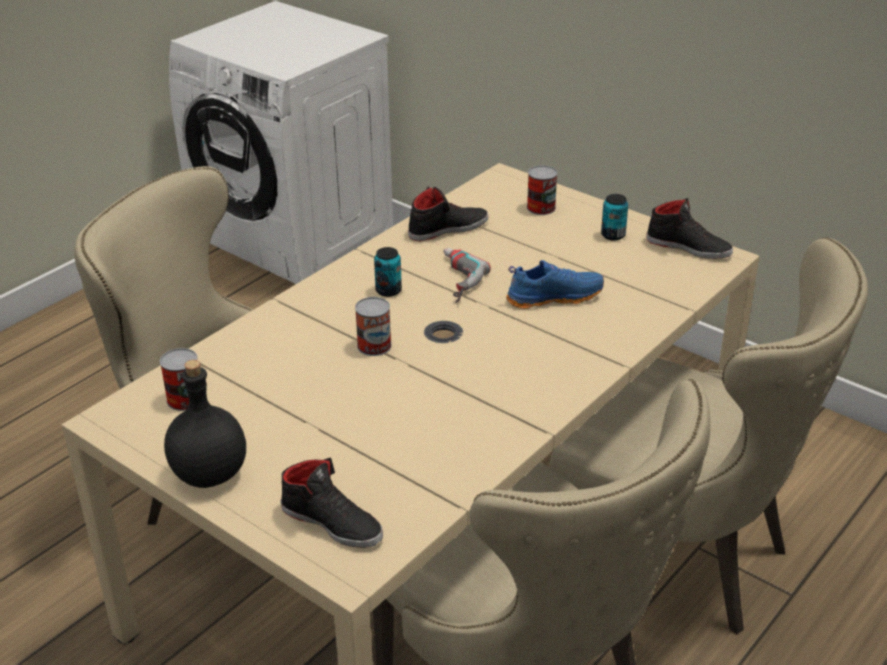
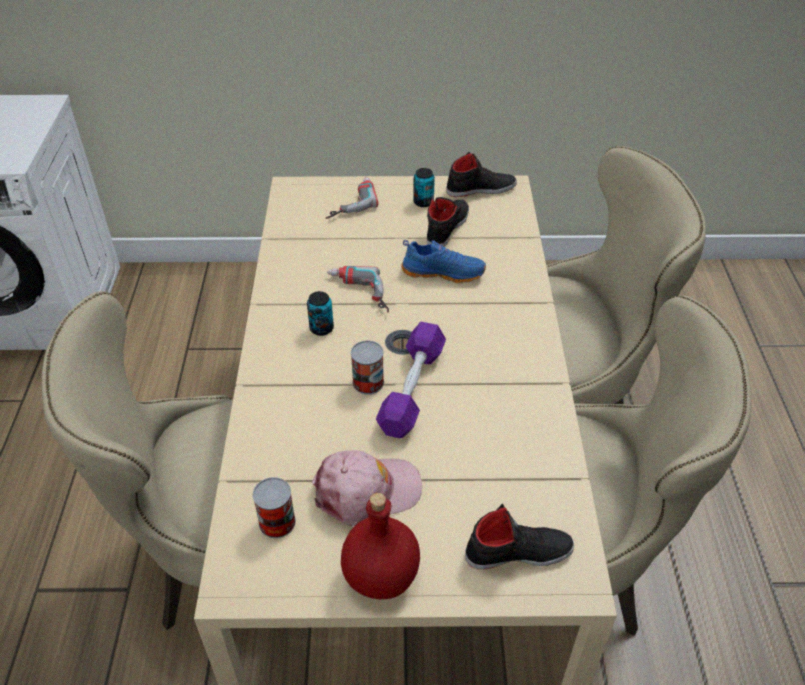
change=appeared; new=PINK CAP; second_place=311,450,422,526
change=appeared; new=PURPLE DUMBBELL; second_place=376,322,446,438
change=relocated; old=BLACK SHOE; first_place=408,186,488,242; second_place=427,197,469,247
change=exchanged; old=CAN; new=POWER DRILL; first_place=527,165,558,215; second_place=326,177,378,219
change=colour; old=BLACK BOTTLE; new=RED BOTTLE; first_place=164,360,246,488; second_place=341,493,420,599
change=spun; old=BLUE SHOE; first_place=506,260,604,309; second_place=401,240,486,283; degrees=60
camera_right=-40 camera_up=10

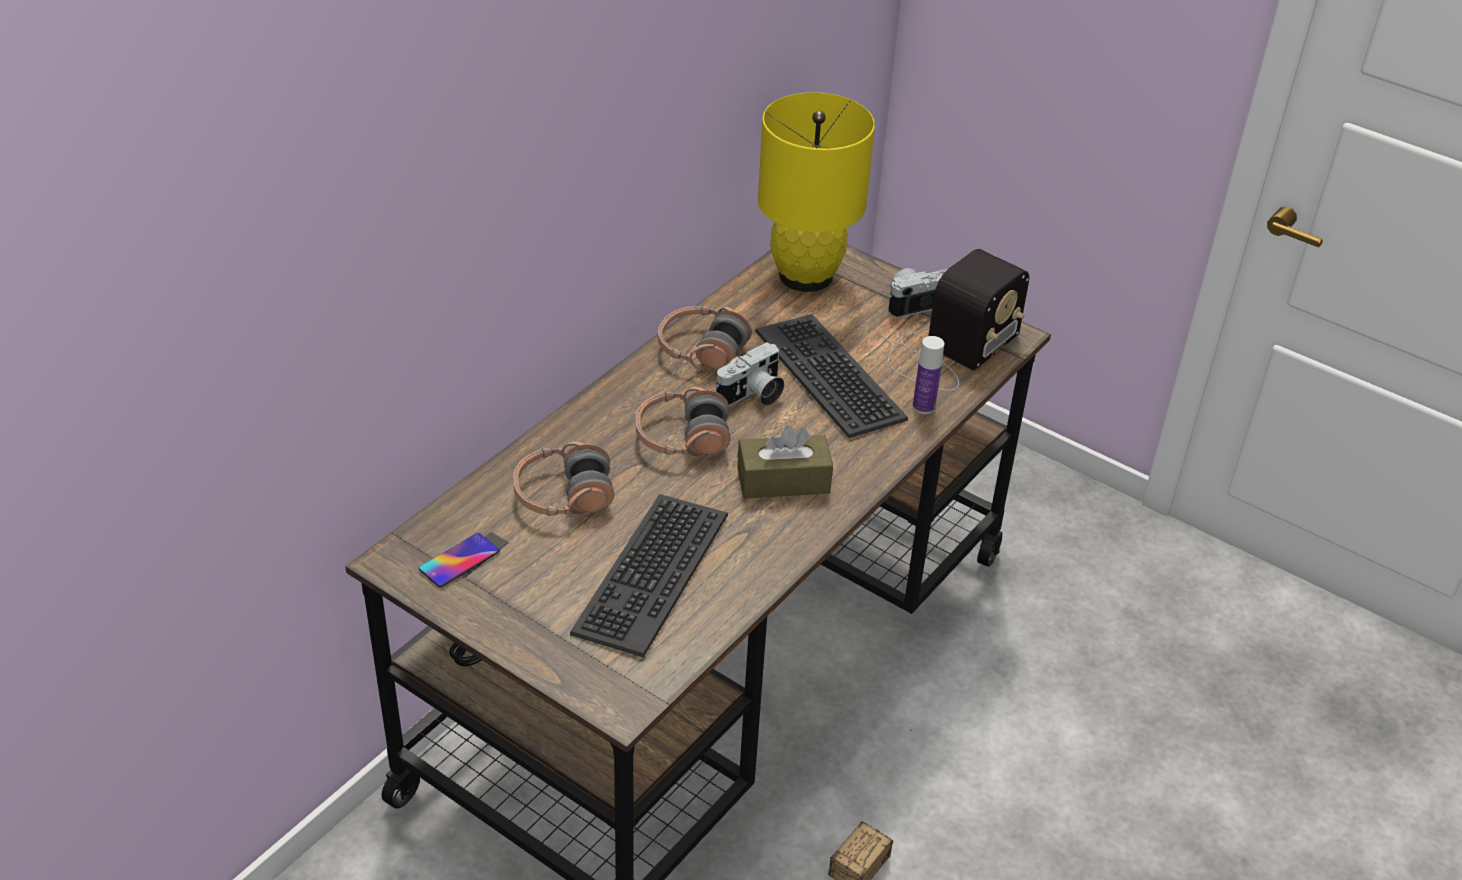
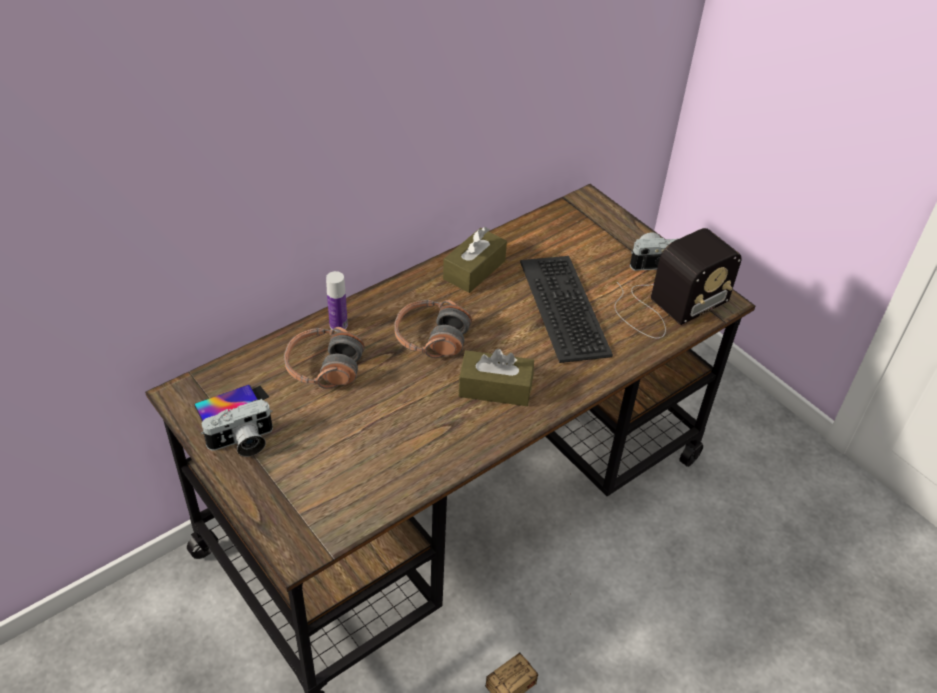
change=missing; old=KEYBOARD; first_place=570,494,728,657
change=missing; old=YELLOW TABLE LAMP; first_place=758,92,875,292
change=relocated; old=PHOTO CAMERA; first_place=716,342,784,406; second_place=201,399,273,457
change=relocated; old=BOTTLE; first_place=913,336,944,414; second_place=326,271,348,332
change=exchanged; old=HEADPHONES; new=BROWN TISSUE BOX; first_place=658,306,752,371; second_place=443,227,507,293
camera_right=15 camera_up=5

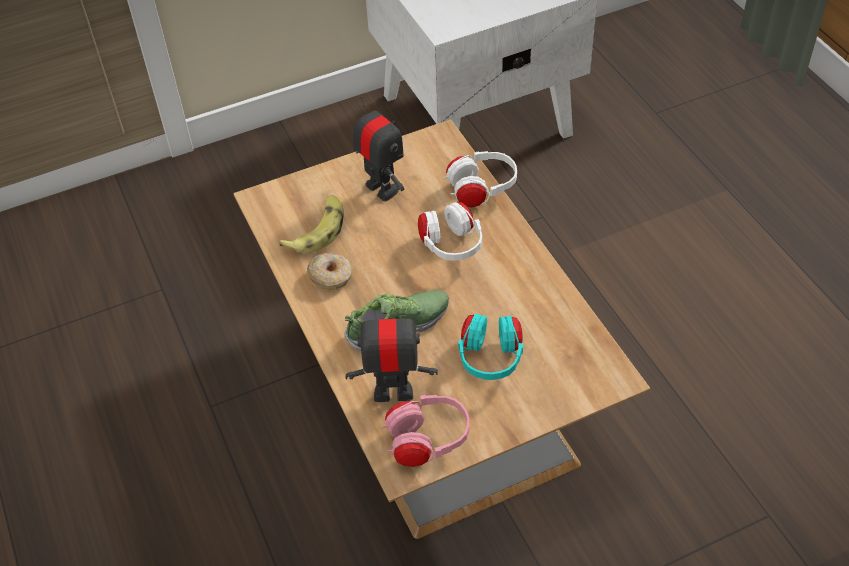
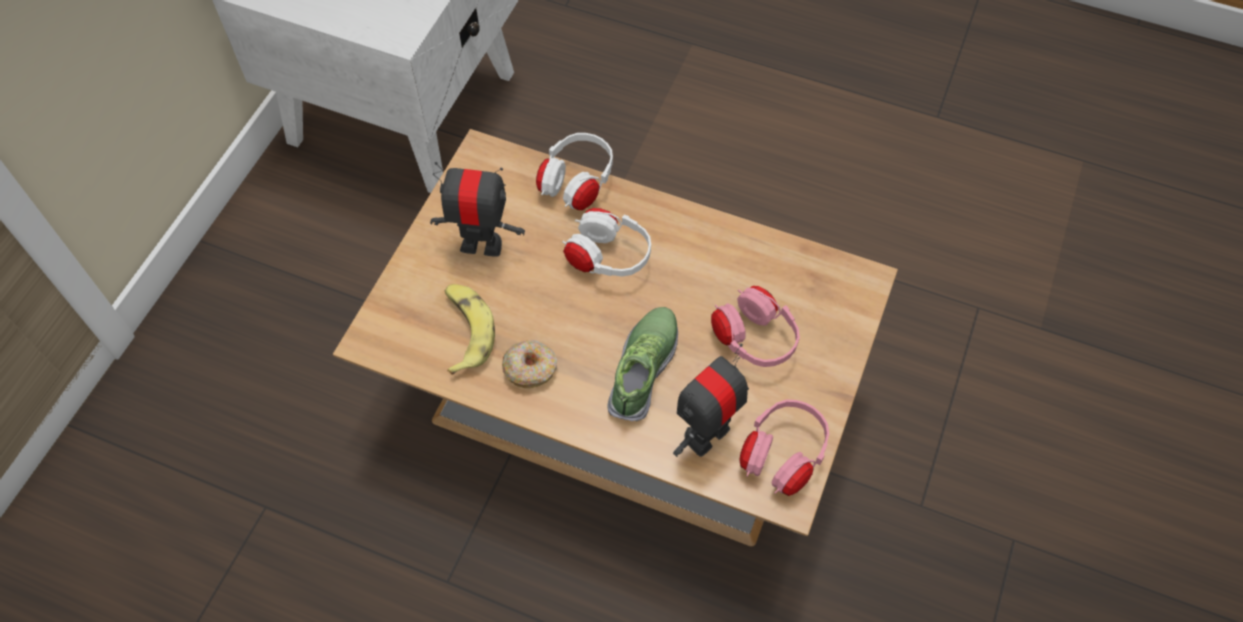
change=colour; old=TURQUOISE HEADPHONES; new=PINK HEADPHONES; first_place=458,314,523,380; second_place=711,286,800,367
camera_right=-45 camera_up=10

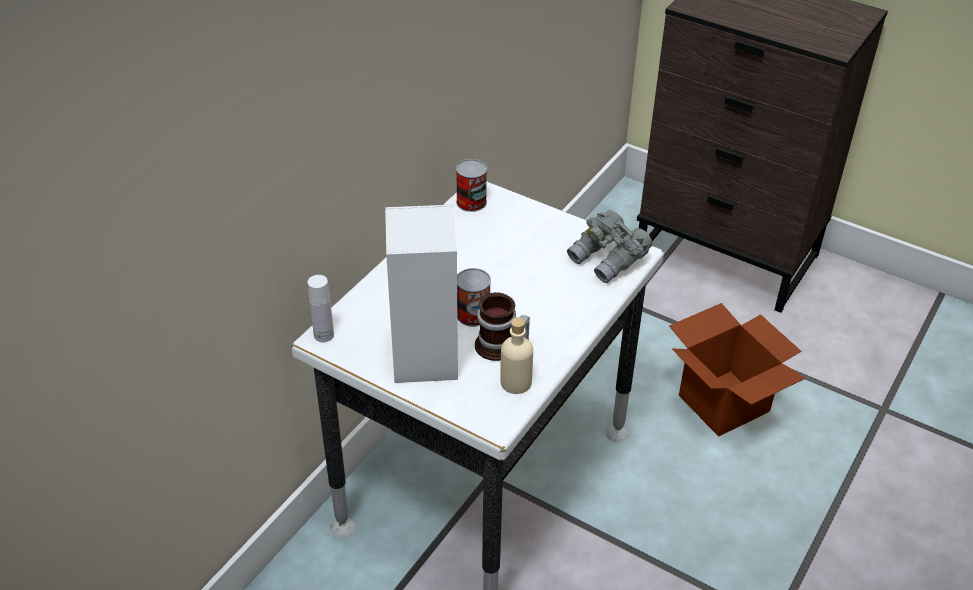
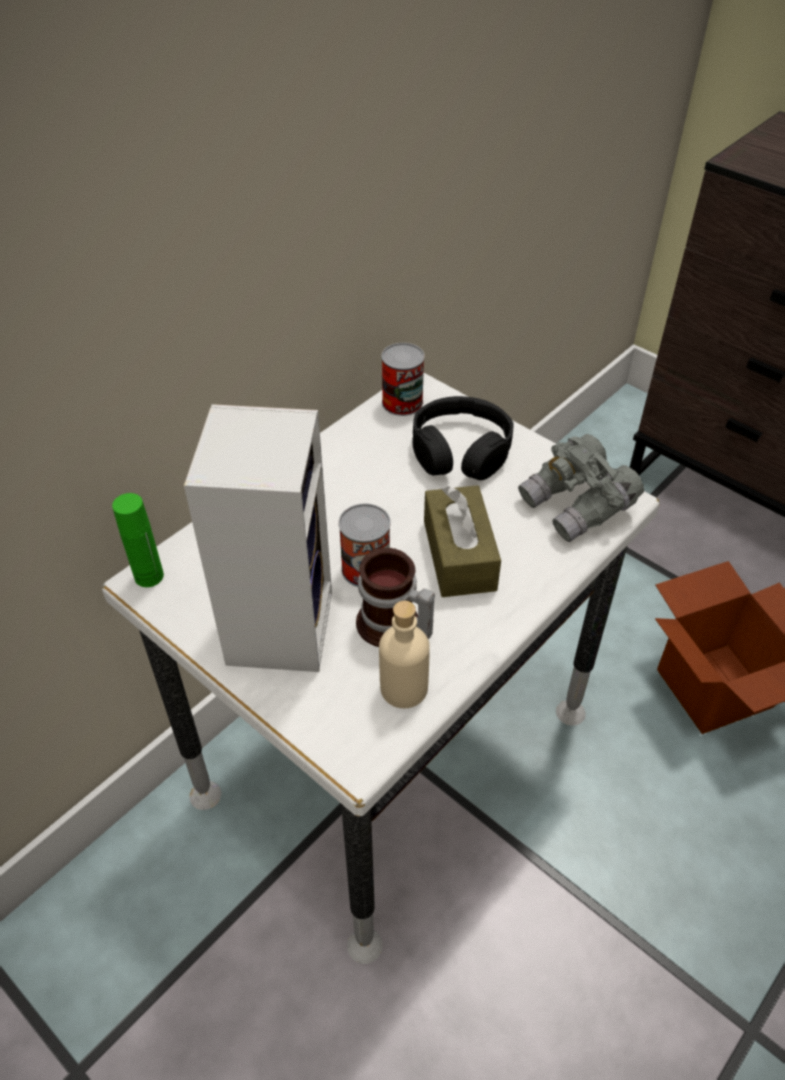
change=appeared; new=BLACK HEADPHONES; second_place=412,396,514,480
change=appeared; new=BROWN TISSUE BOX; second_place=424,485,501,597
change=colour; old=WHITE BOTTLE; new=GREEN BOTTLE; first_place=308,275,334,342; second_place=112,493,164,587
camera_right=10 camera_up=5

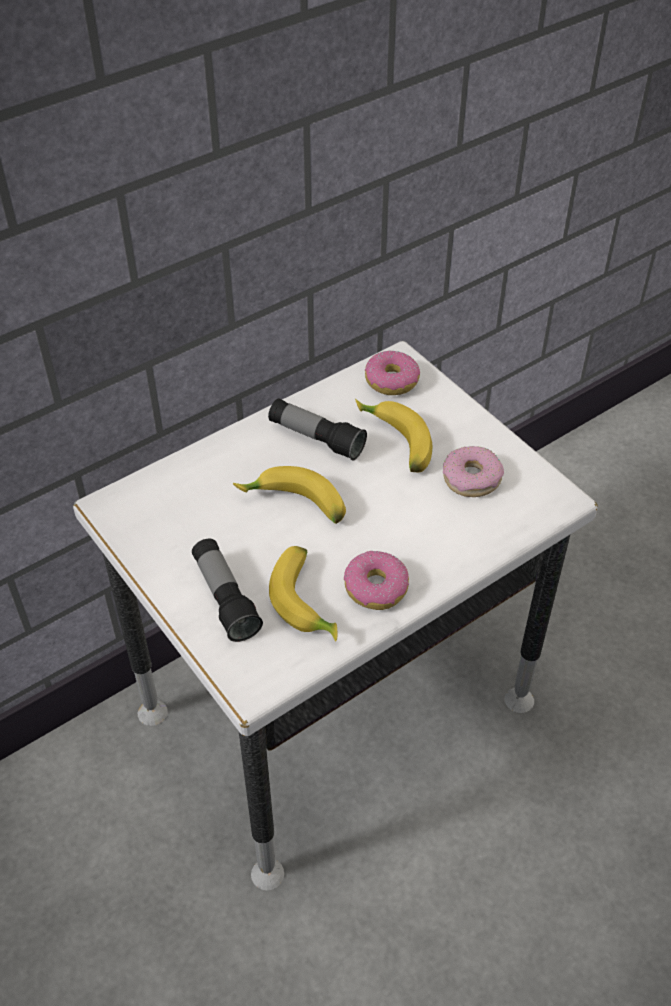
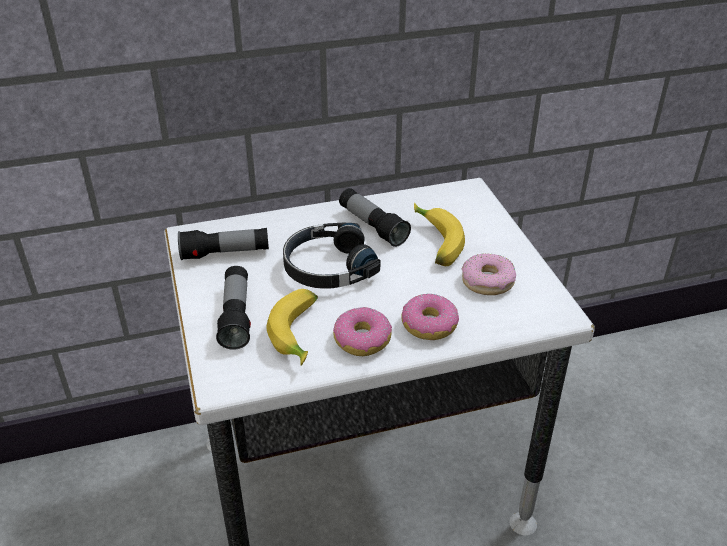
change=appeared; new=FLASHLIGHT; second_place=178,228,269,260
change=relocated; old=DONUT; first_place=365,350,420,395; second_place=402,293,459,340
change=exchanged; old=BANANA; new=BLACK HEADPHONES; first_place=233,466,346,524; second_place=283,223,381,289
camera_right=20 camera_up=-10

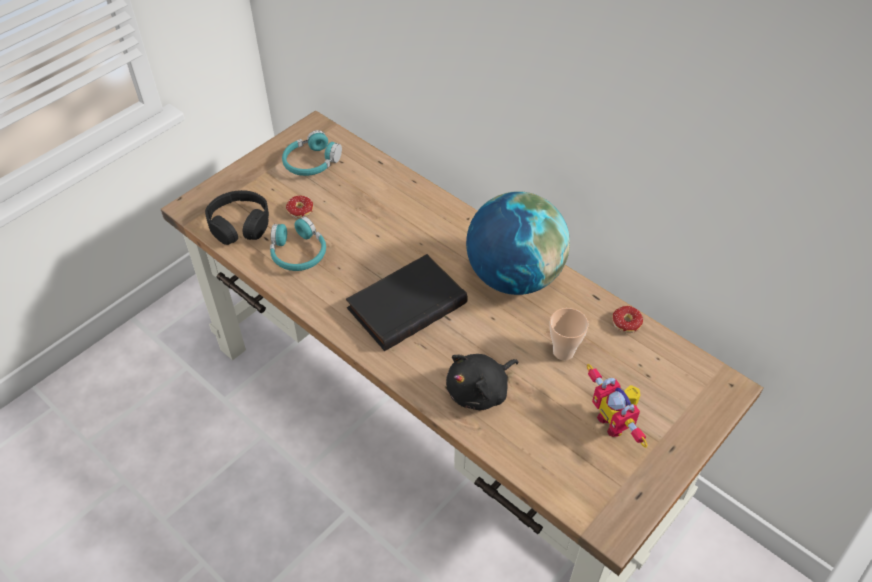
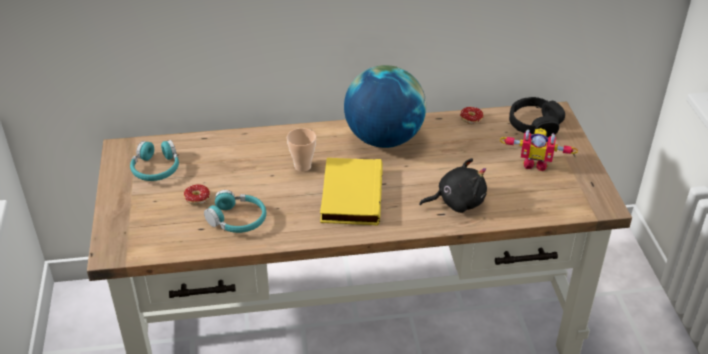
change=relocated; old=BLACK HEADPHONES; first_place=205,190,269,245; second_place=509,97,565,137
change=relocated; old=CUP; first_place=550,308,589,360; second_place=287,128,316,172
change=colour; old=BLACK BOOK; new=YELLOW BOOK; first_place=346,254,468,351; second_place=320,158,383,225
change=spun; old=BLACK PLUSH TOY; first_place=446,354,519,410; second_place=419,158,487,213; degrees=-105
camera_right=-50 camera_up=-10

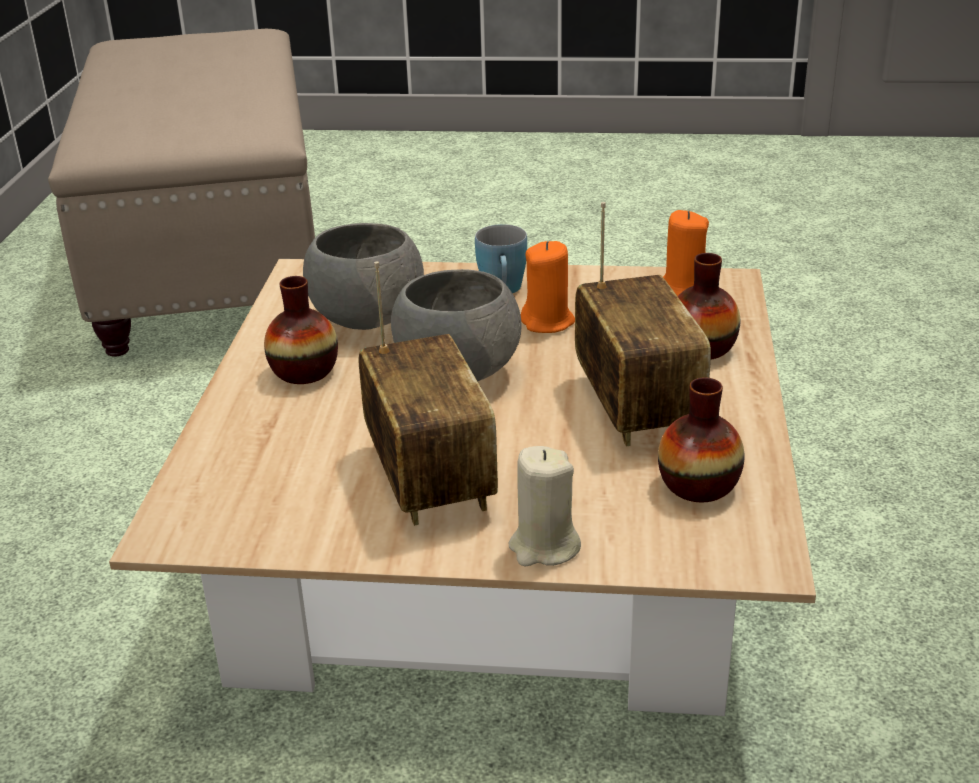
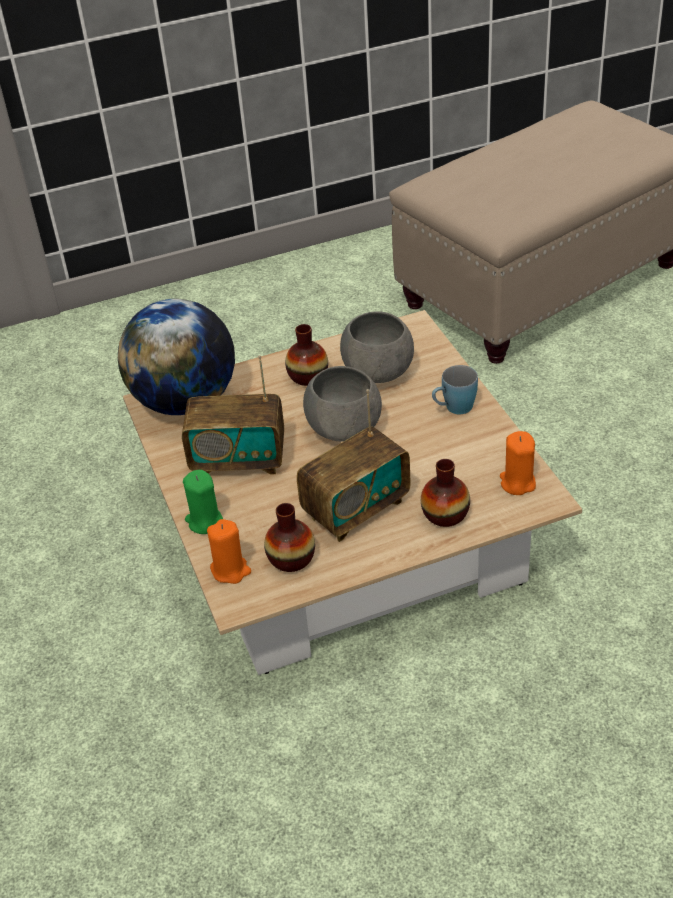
change=appeared; new=GLOBE; second_place=118,299,235,415
change=relocated; old=ORANGE CANDLE; first_place=521,241,575,333; second_place=207,519,251,584
change=colour; old=BEIGE CANDLE; new=GREEN CANDLE; first_place=509,446,581,566; second_place=183,470,223,534
change=spun; old=RADIO; first_place=358,261,498,526; second_place=182,355,284,474; degrees=45
camera_right=65 camera_up=10

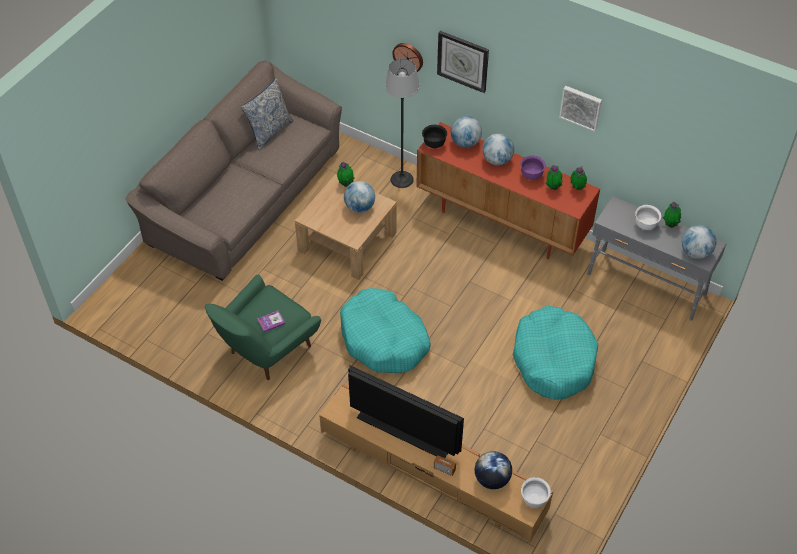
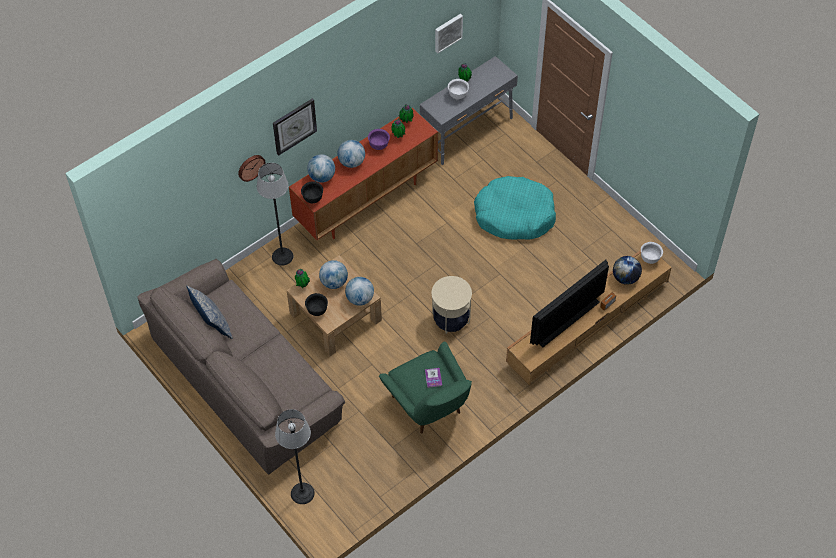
change=appeared; new=FLOOR LAMP; second_place=275,409,315,504
change=appeared; new=BLACK BOWL; second_place=305,293,328,316
change=relocated; old=PICTURE; first_place=559,86,602,132; second_place=435,14,463,54
change=relocated; old=GLOBE; first_place=682,225,716,259; second_place=345,277,374,306
change=exchanged; old=TURQUOISE DOG BED; new=BEIGE SIDE TABLE; first_place=340,288,431,373; second_place=431,276,472,334
camera_right=-70 camera_up=5

